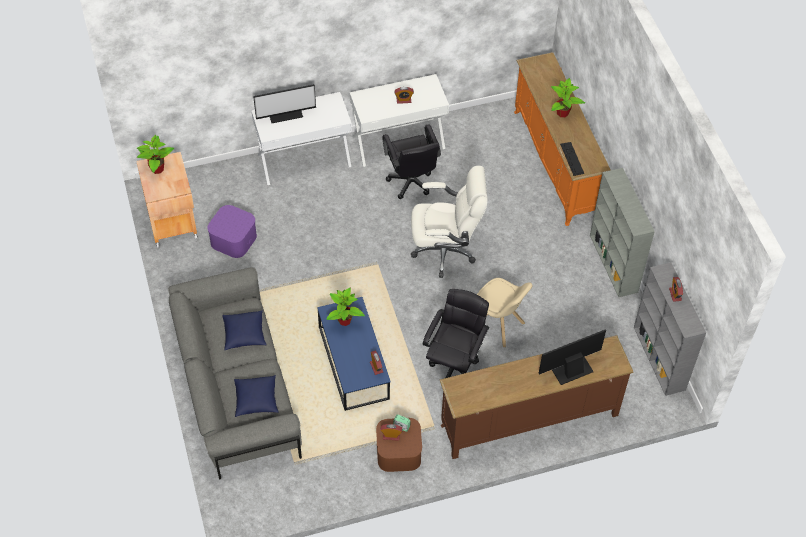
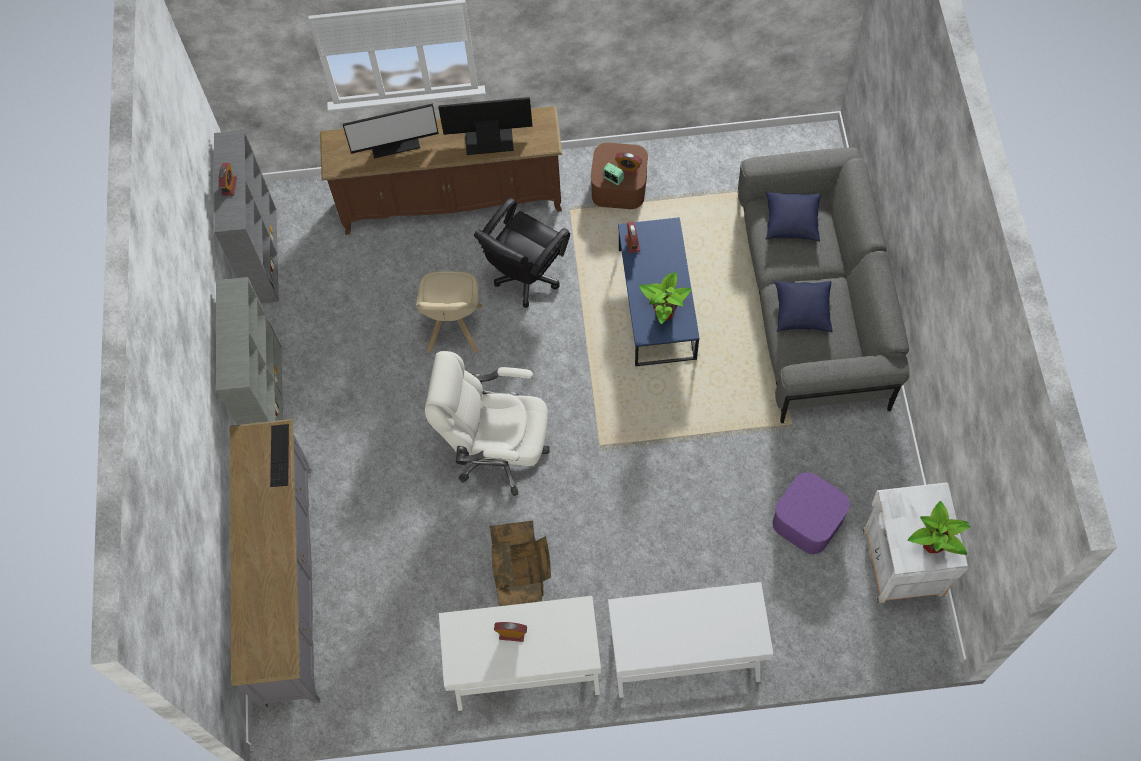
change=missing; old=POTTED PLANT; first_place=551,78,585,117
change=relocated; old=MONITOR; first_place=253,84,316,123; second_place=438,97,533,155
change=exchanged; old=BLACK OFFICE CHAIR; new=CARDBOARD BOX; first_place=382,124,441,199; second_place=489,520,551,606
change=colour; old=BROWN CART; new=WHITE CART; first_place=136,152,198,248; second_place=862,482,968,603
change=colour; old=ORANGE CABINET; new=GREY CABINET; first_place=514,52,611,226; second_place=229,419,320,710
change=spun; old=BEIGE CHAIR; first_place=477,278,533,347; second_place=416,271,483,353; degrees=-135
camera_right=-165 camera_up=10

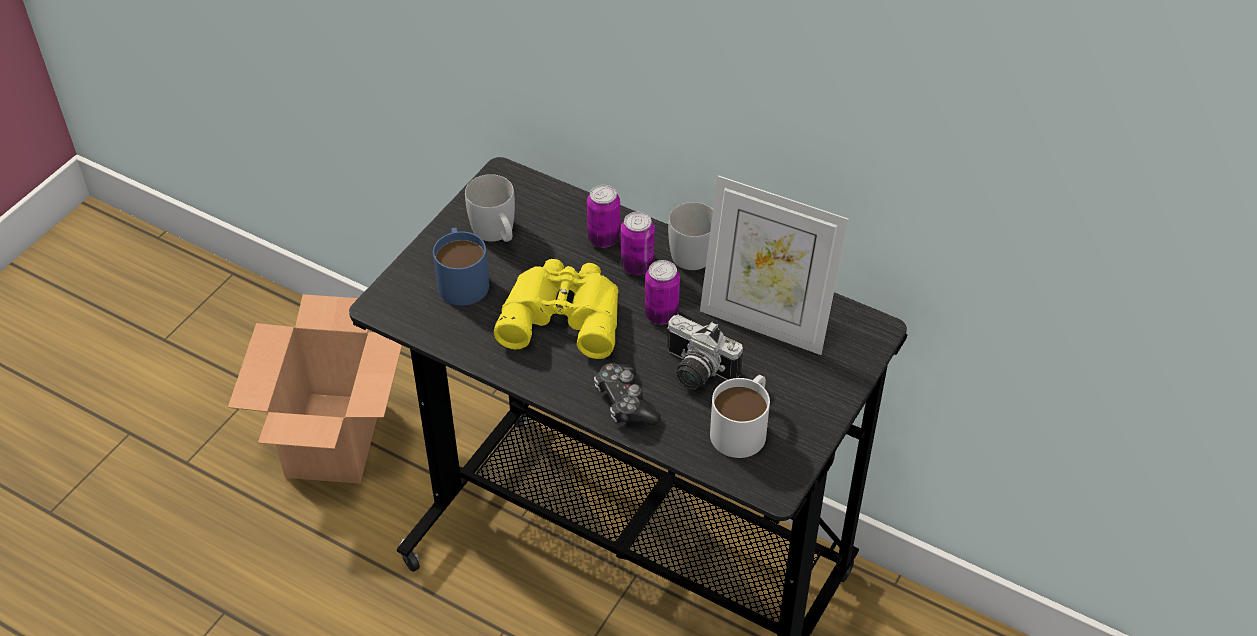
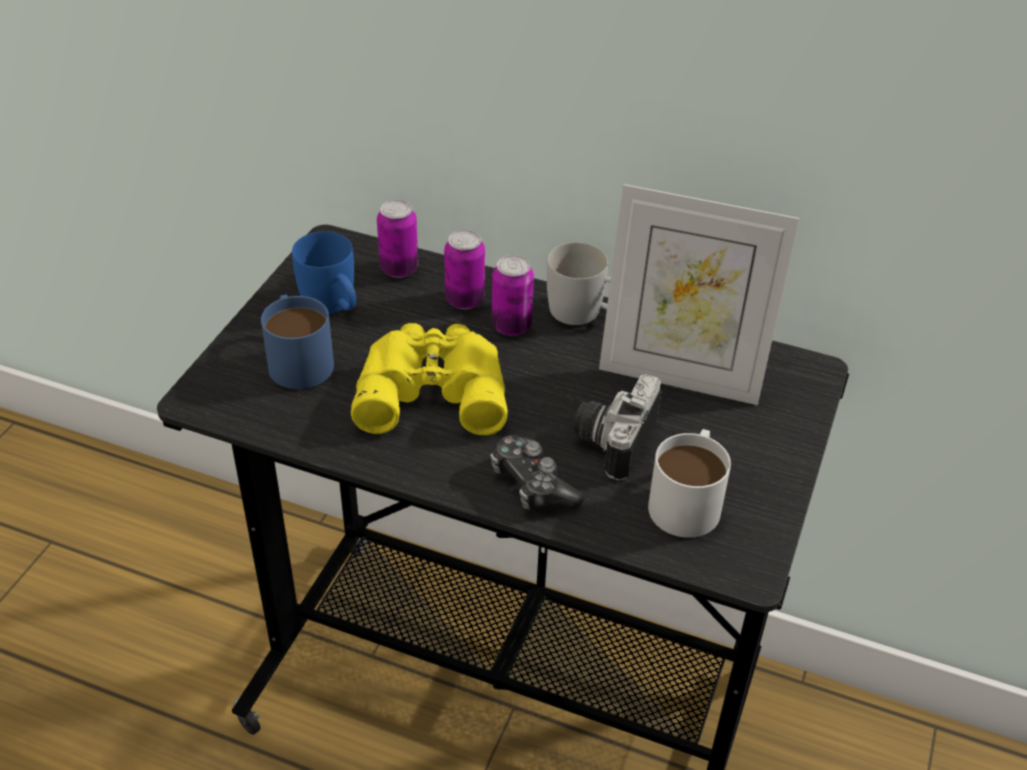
change=missing; old=CARDBOARD BOX; first_place=228,294,402,484
change=relocated; old=CAN; first_place=645,260,680,324; second_place=377,200,418,278
change=colour; old=WHITE MUG; new=BLUE MUG; first_place=465,174,515,242; second_place=292,231,356,314
change=spun; old=PHOTO CAMERA; first_place=667,315,743,390; second_place=573,374,662,481; degrees=90
camera_right=-10 camera_up=-5

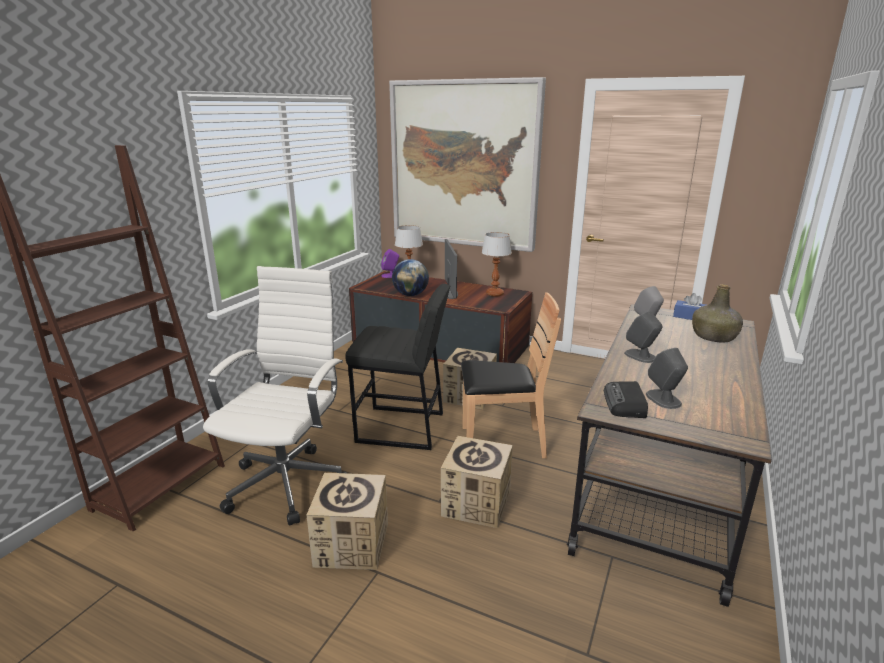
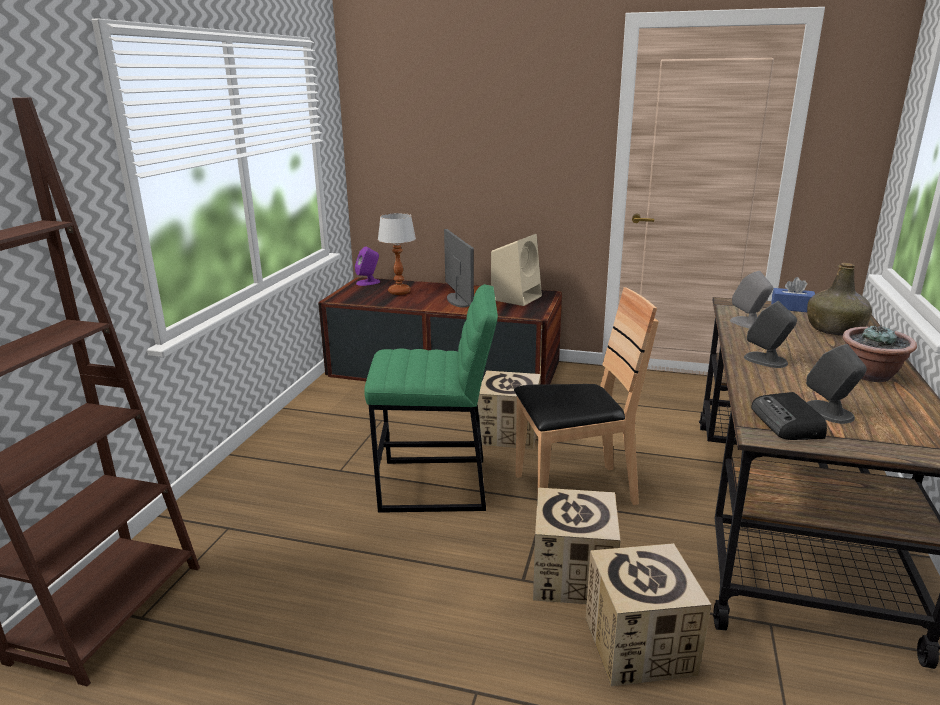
change=missing; old=WHITE OFFICE CHAIR; first_place=203,266,347,525
change=missing; old=PICTURE; first_place=389,77,546,252
change=missing; old=GLOBE; first_place=392,259,429,296
change=appeared; new=POTTED PLANT; second_place=842,326,917,382
change=relocated; old=CARDBOARD BOX; first_place=307,473,388,570; second_place=586,543,712,686
change=exchanged; old=TABLE LAMP; new=BEIGE SPEAKER; first_place=482,232,512,297; second_place=491,234,542,306
change=colour; old=BLACK CHAIR; new=GREEN CHAIR; first_place=346,284,450,450; second_place=365,284,498,513
camera_right=-10 camera_up=0

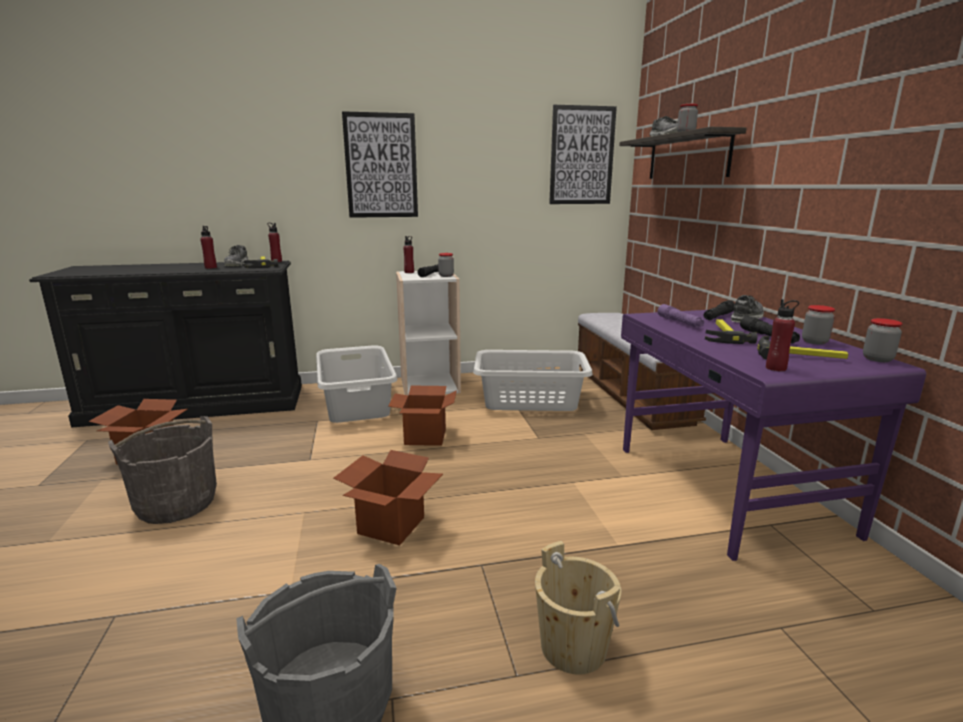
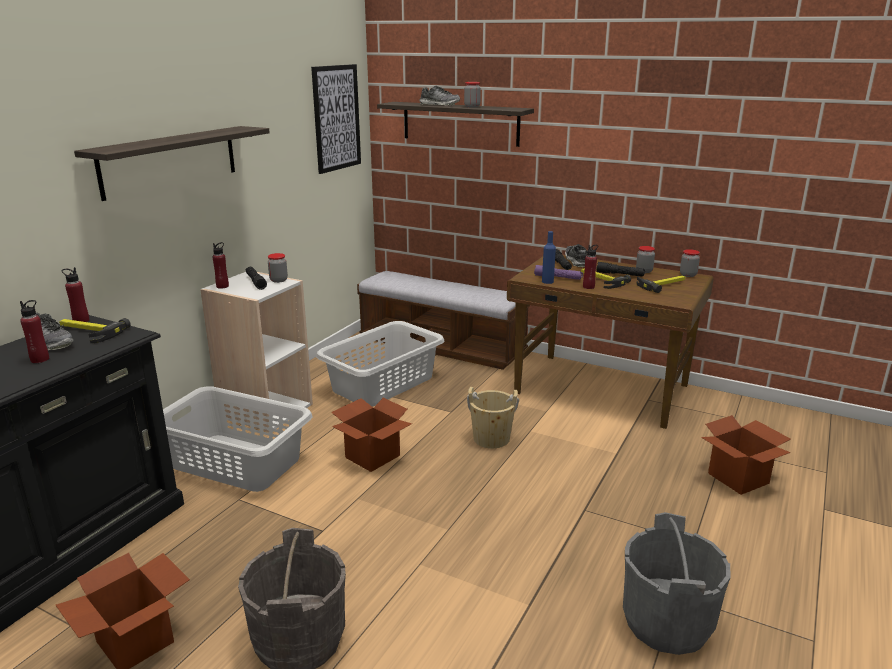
change=appeared; new=BLUE BOTTLE; second_place=542,231,556,284
change=relocated; old=CARDBOARD BOX; first_place=334,450,443,545; second_place=701,415,791,495
change=relocated; old=BEIGE BUCKET; first_place=535,541,622,675; second_place=467,387,519,448
change=relocated; old=RED BOTTLE; first_place=766,299,799,371; second_place=583,245,598,289
change=exchanged; old=PICTURE; new=SHELF; first_place=342,111,418,218; second_place=74,126,270,201
change=colour; old=PURPLE DESK; new=BROWN DESK; first_place=621,310,926,561; second_place=507,255,714,429
camera_right=-50 camera_up=5

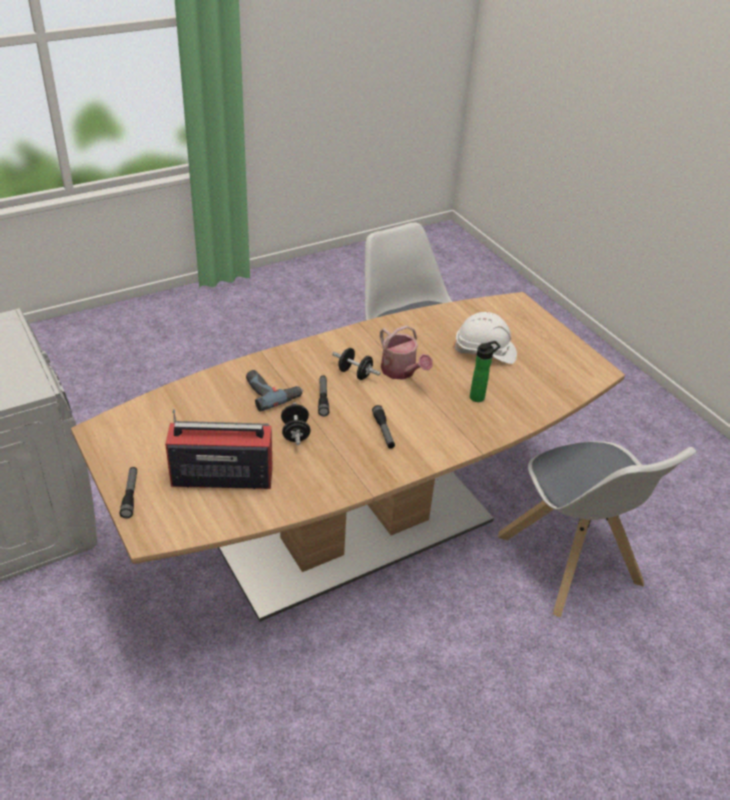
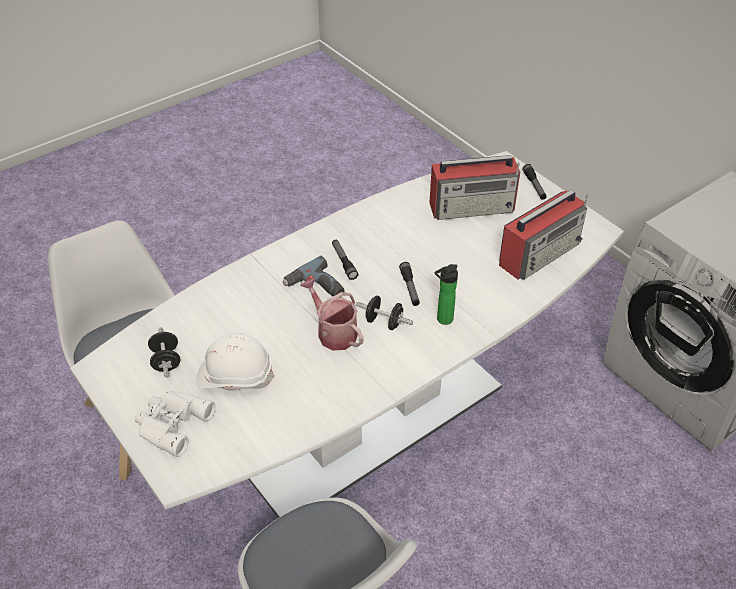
change=appeared; new=WHITE BINOCULARS; second_place=135,391,216,457
change=appeared; new=RADIO; second_place=499,190,588,280
change=relocated; old=POWER DRILL; first_place=246,370,303,412; second_place=283,256,345,298
change=relocated; old=BLACK DUMBBELL; first_place=281,402,311,445; second_place=148,328,180,377
change=relocated; old=BOTTLE; first_place=470,341,500,402; second_place=434,264,458,325
change=colour; old=BROWN DINING TABLE; new=WHITE DINING TABLE; first_place=71,292,625,622; second_place=70,151,624,518
camera_right=175 camera_up=5

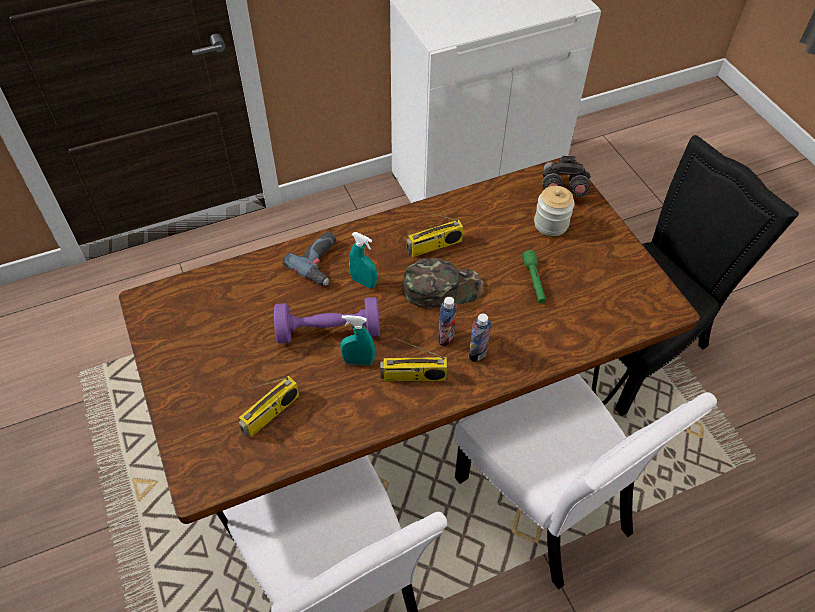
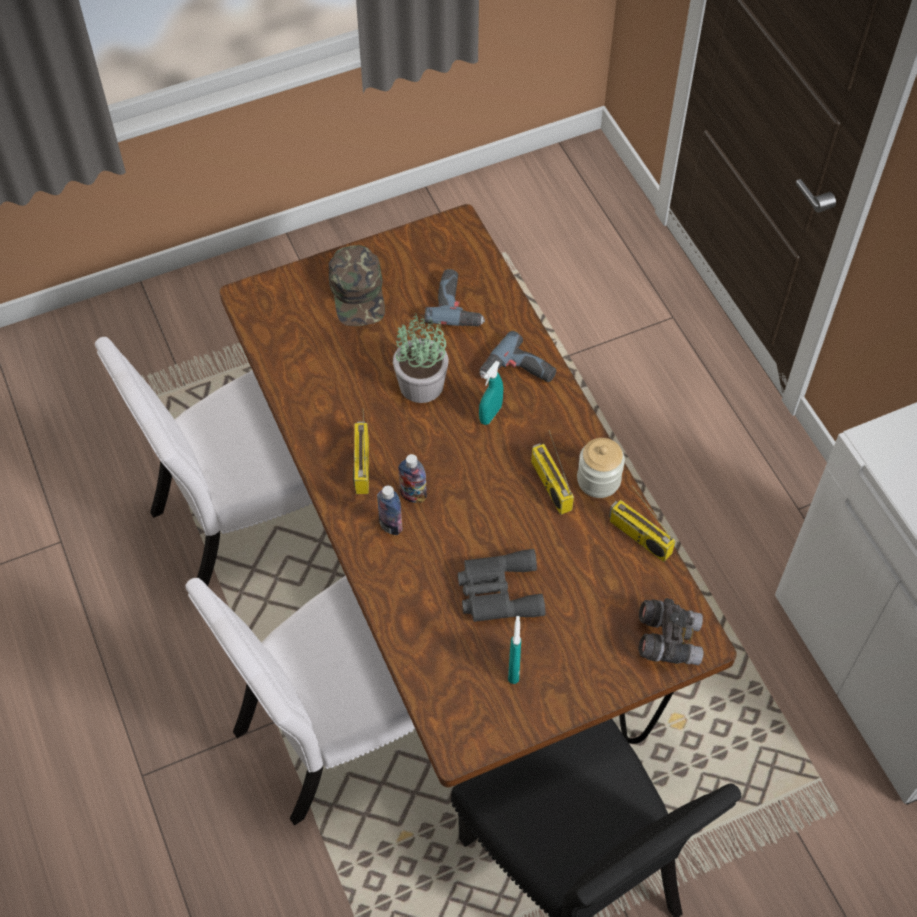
change=appeared; new=POWER DRILL; second_place=424,269,485,326
change=relocated; old=RADIO; first_place=238,376,299,437; second_place=609,485,676,562
change=relocated; old=TURQUOISE SPRAY BOTTLE; first_place=340,315,375,366; second_place=508,616,521,684
change=relocated; old=GREEN CAP; first_place=402,258,483,308; second_place=329,245,385,326
change=relocated; old=JAR; first_place=534,186,574,236; second_place=577,438,625,498
change=exchanged; old=PURPLE DUMBBELL; new=POTTED PLANT; first_place=274,297,380,344; second_place=393,313,448,403
change=exchanged; old=GREEN FLASHLIGHT; new=GREY BINOCULARS; first_place=522,250,546,303; second_place=458,549,545,622
camera_right=90 camera_up=5

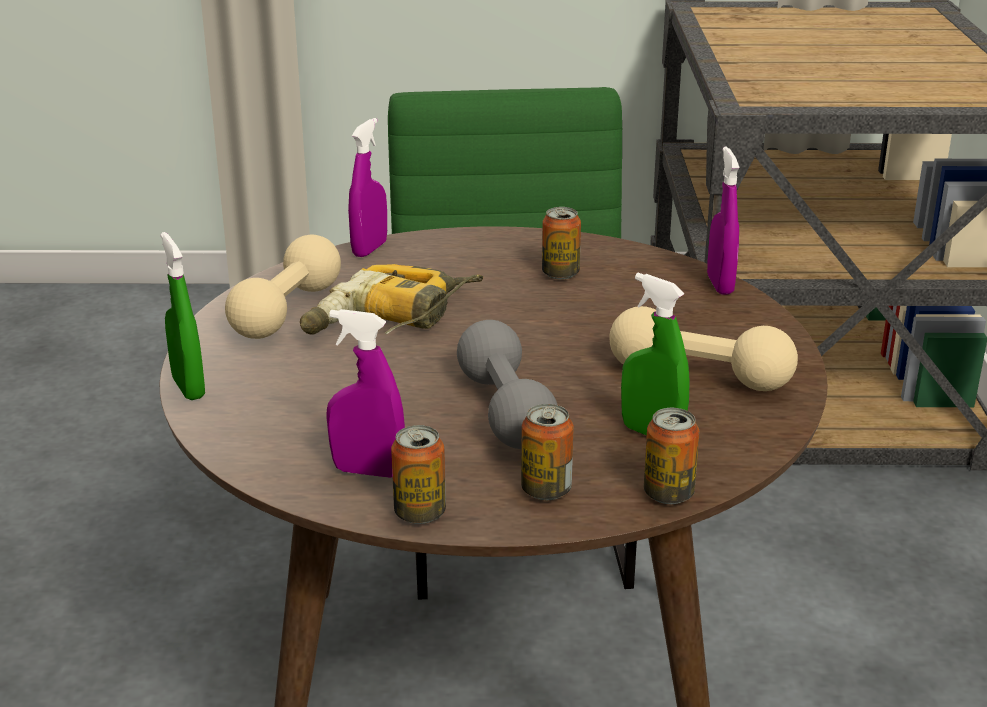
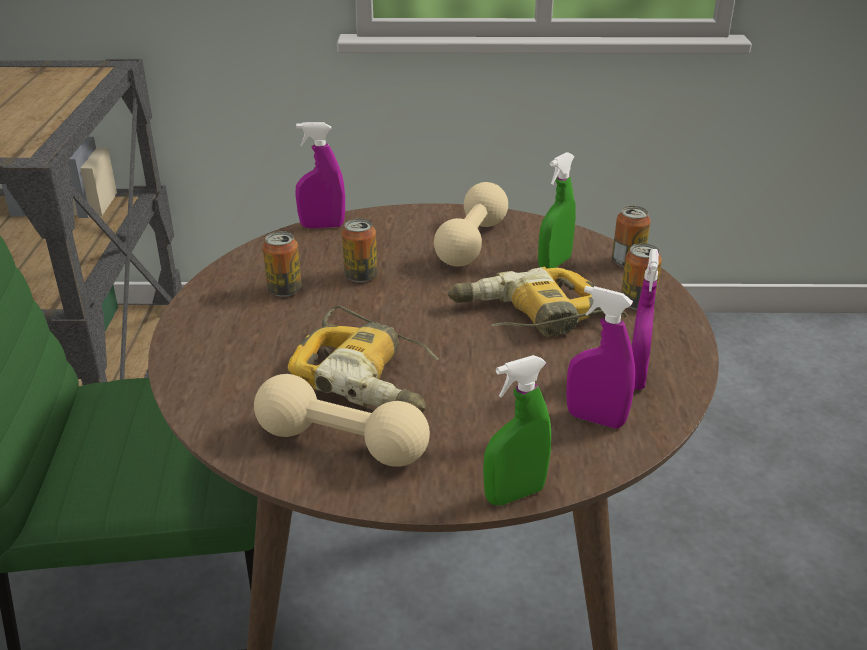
change=relocated; old=PURPLE SPRAY BOTTLE; first_place=348,118,387,257; second_place=566,286,635,428
change=relocated; old=CAN; first_place=391,425,446,524; second_place=342,218,378,282
change=exchanged; old=GREY DUMBBELL; new=POWER DRILL; first_place=457,320,557,449; second_place=448,267,627,337
camera_right=-90 camera_up=5

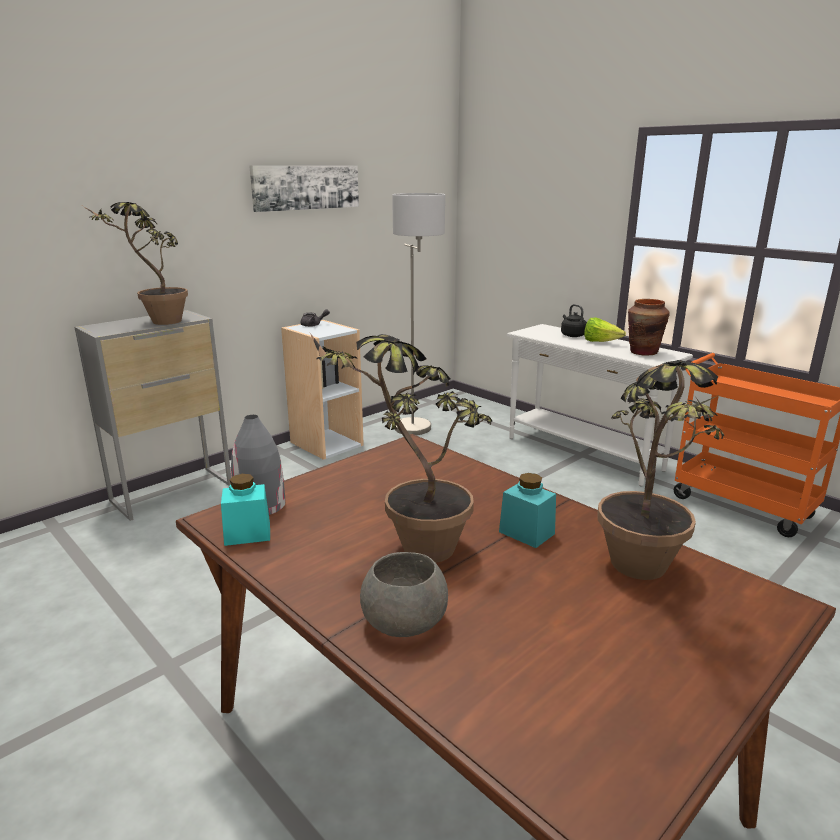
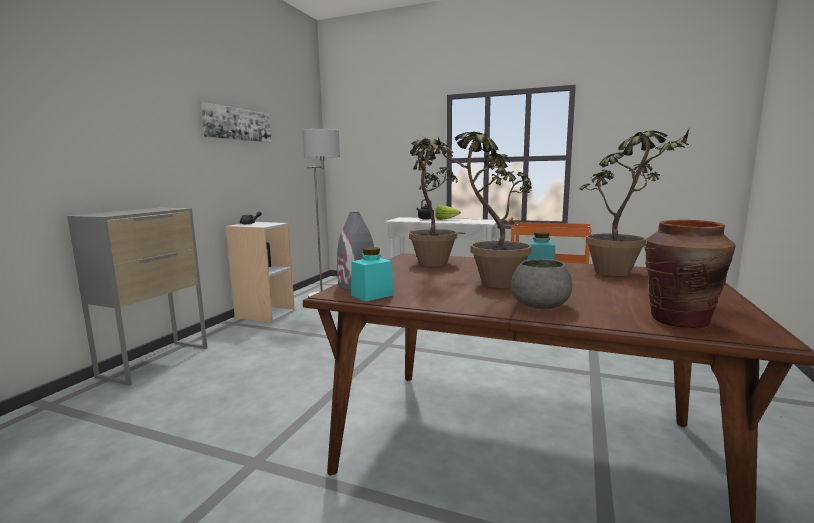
change=relocated; old=POTTED PLANT; first_place=83,202,188,325; second_place=409,139,458,267
change=relocated; old=BROWN VASE; first_place=628,299,670,356; second_place=645,220,736,328
camera_right=-25 camera_up=-10

